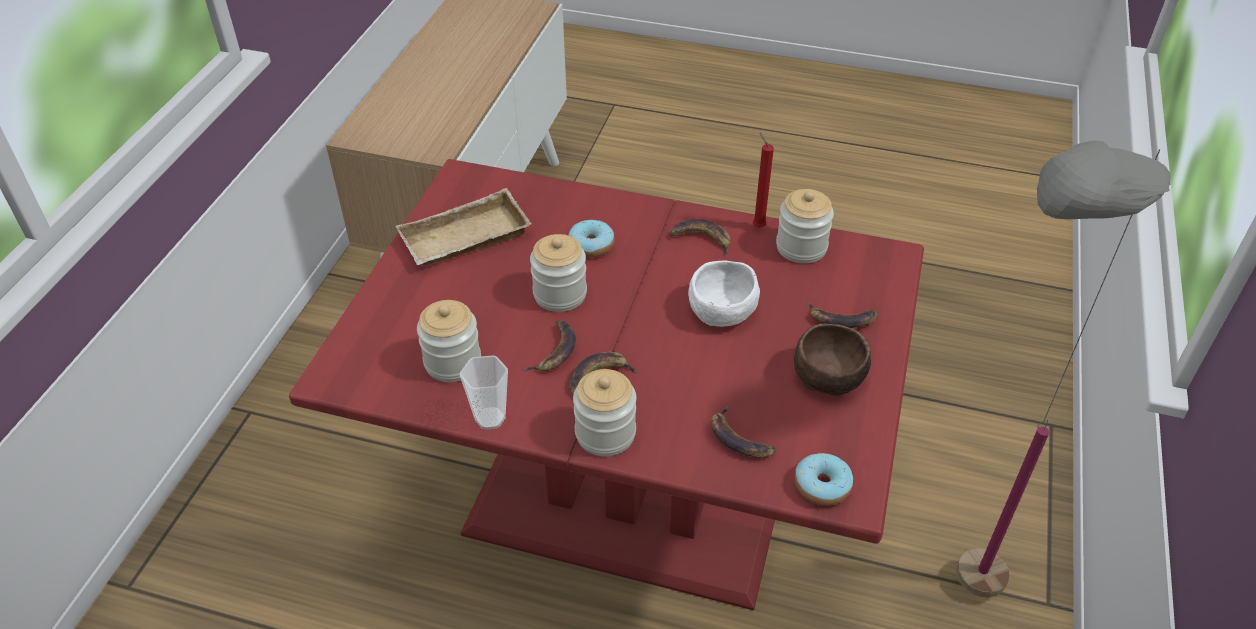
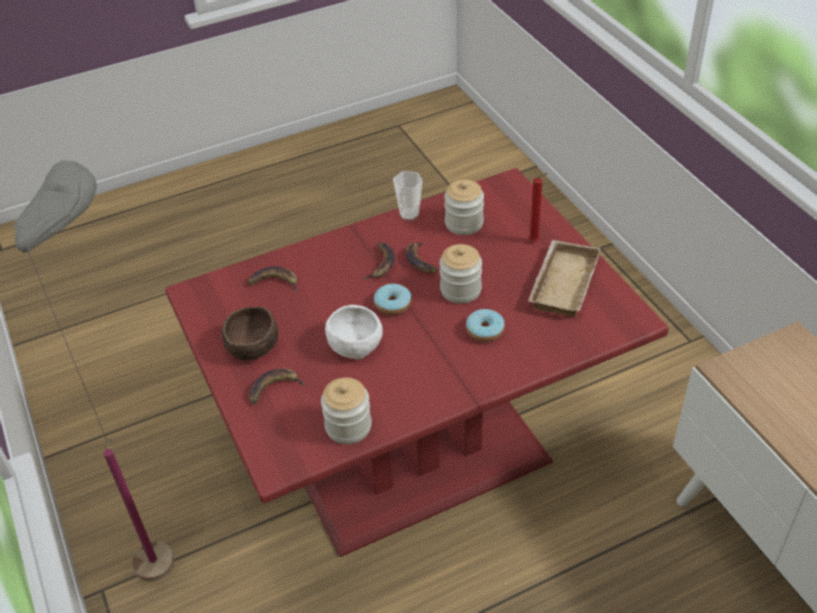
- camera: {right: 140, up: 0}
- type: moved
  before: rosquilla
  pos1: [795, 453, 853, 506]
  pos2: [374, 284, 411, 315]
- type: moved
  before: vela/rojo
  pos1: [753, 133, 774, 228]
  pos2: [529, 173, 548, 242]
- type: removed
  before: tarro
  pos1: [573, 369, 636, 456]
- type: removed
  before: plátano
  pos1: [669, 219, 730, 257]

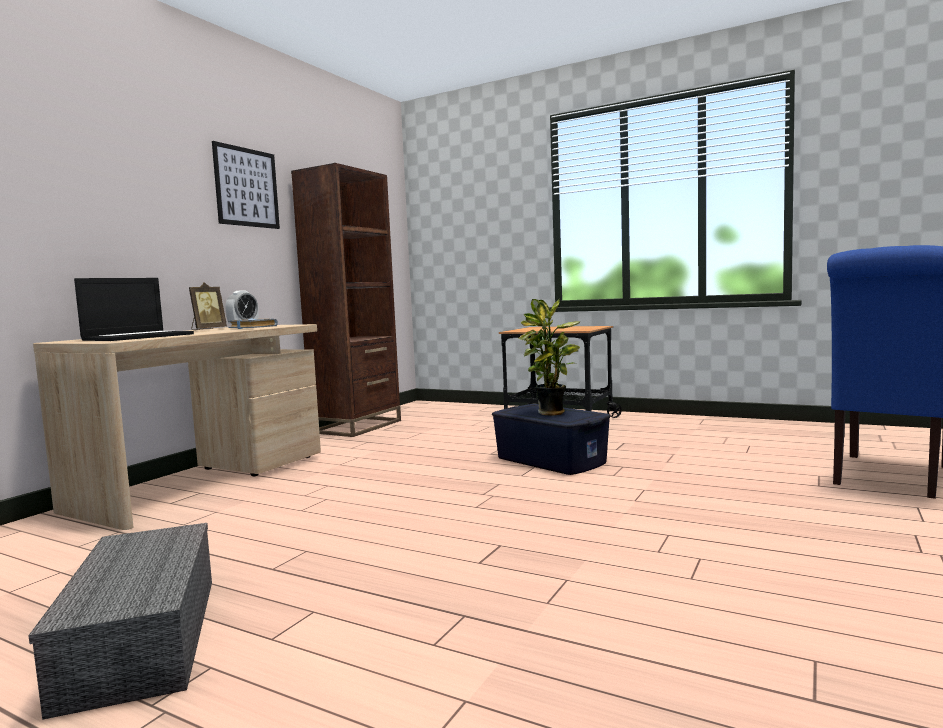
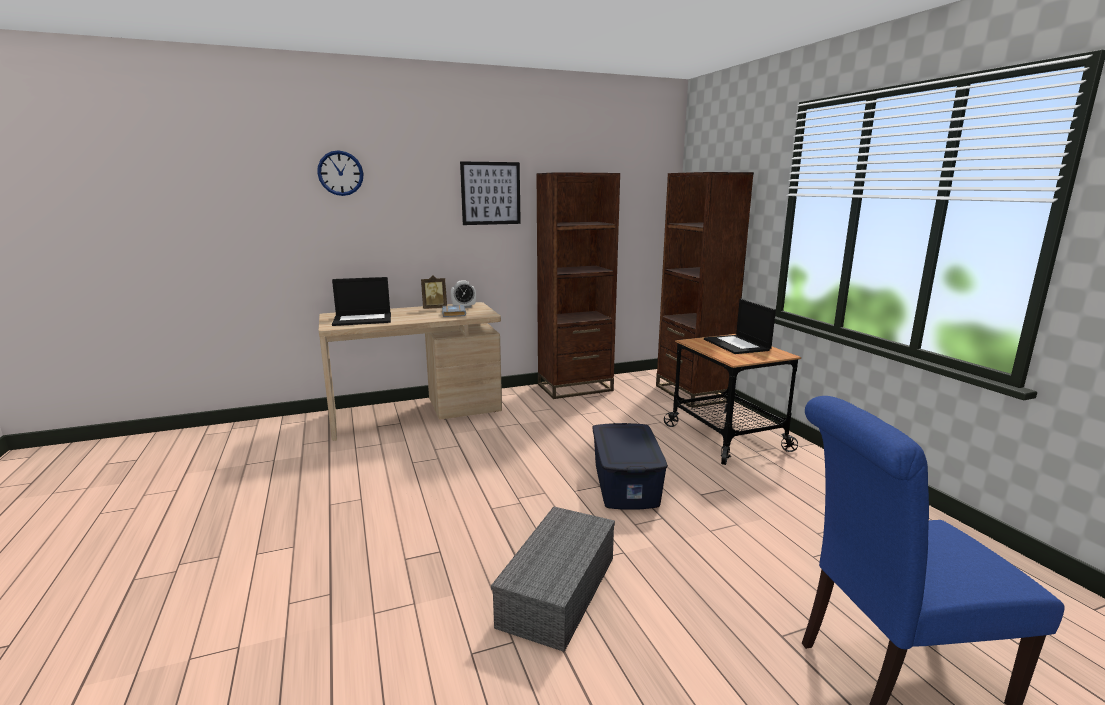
- camera: {right: 40, up: 10}
- type: added
  after: reloj de pared
  pos2: [317, 150, 364, 196]
- type: moved
  before: caja de almacenaje/gris
  pos1: [28, 523, 212, 720]
  pos2: [491, 506, 615, 652]
- type: added
  after: estantería/marrón
  pos2: [656, 172, 754, 408]
- type: added
  after: portátil
  pos2: [704, 299, 776, 354]
- type: removed
  before: planta en maceta
  pos1: [519, 299, 580, 416]

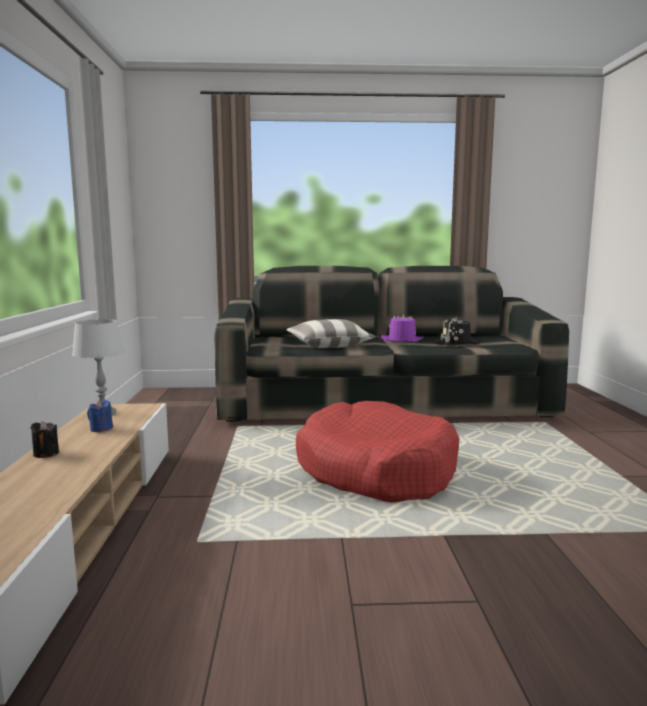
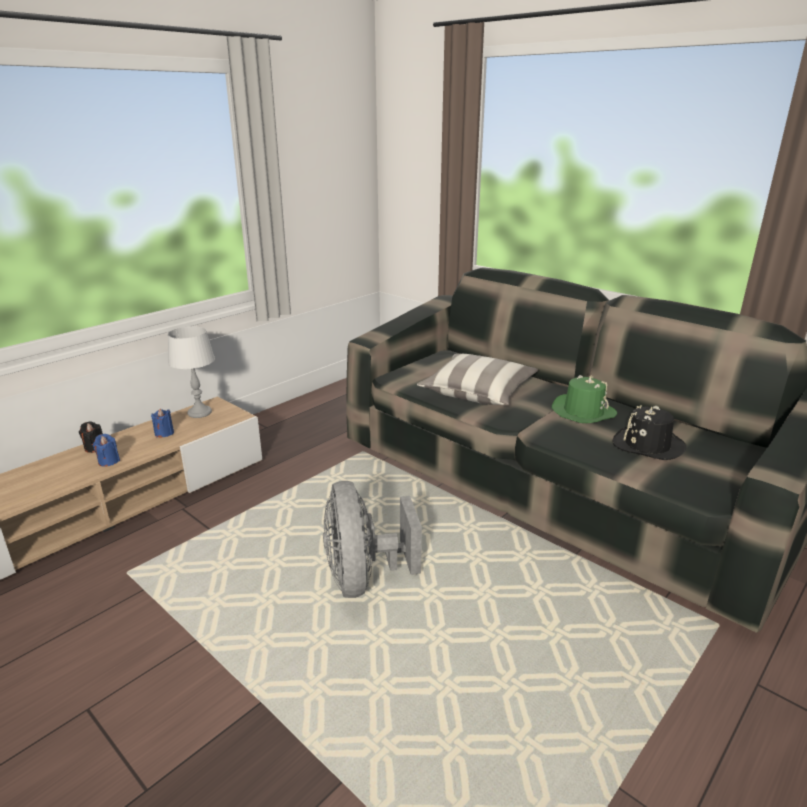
- camera: {right: 45, up: 15}
- type: added
  after: vela/azul
  pos2: [93, 434, 120, 467]
- type: replaced
  before: cama para perro/rojo
  after: ventilador/gris
  pos1: [296, 401, 460, 502]
  pos2: [323, 481, 422, 598]
- type: recoloured
  before: sombrero/morado
  after: sombrero/verde
  pos1: [381, 314, 423, 342]
  pos2: [552, 375, 617, 423]

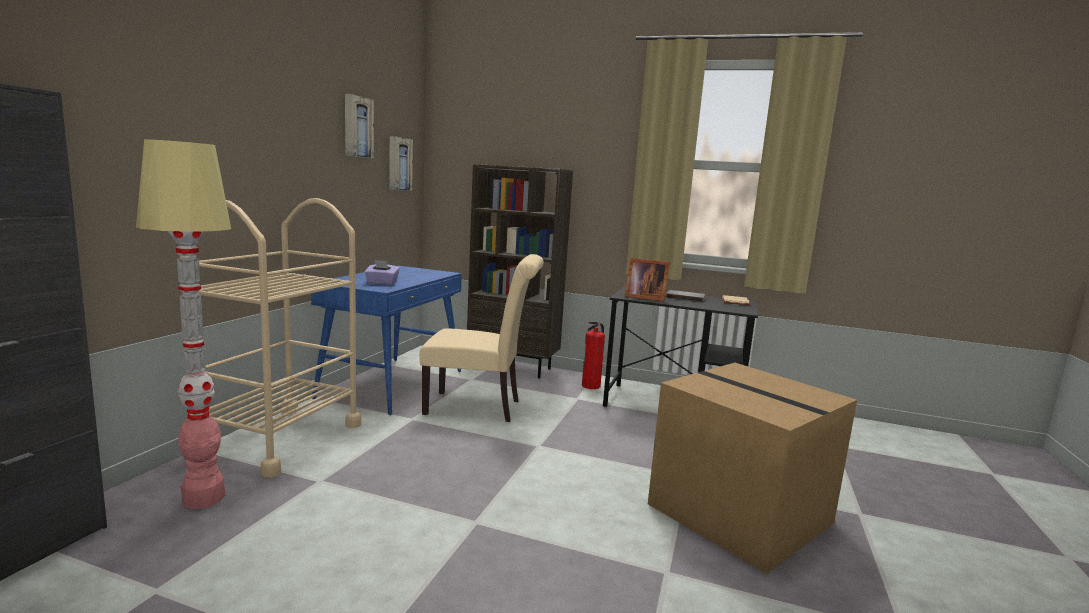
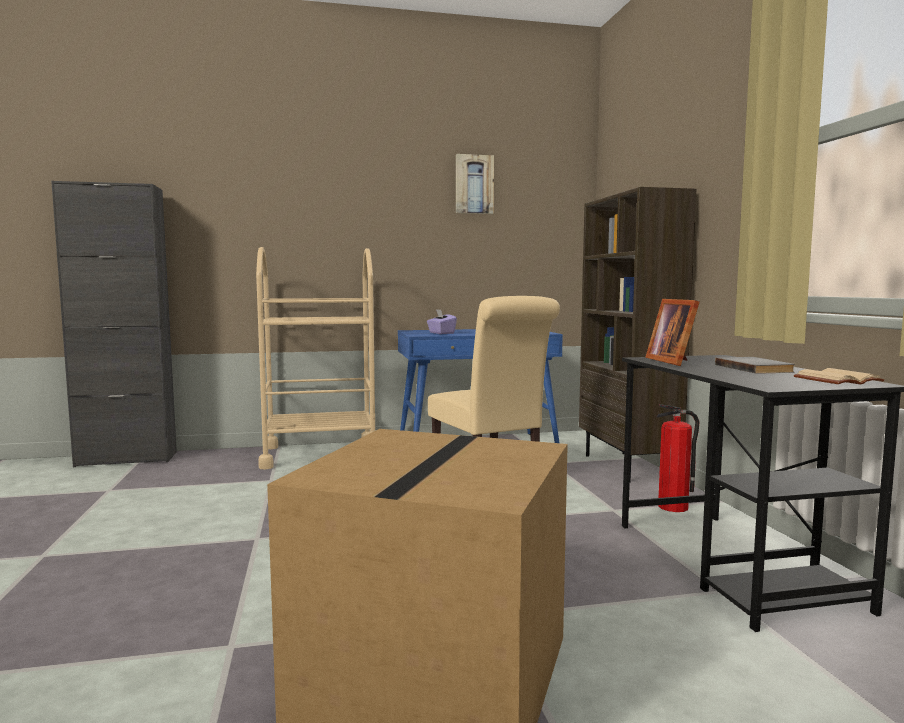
- camera: {right: 60, up: -5}
- type: removed
  before: lámpara de pie
  pos1: [136, 139, 231, 509]
- type: removed
  before: cuadro
  pos1: [389, 136, 413, 190]

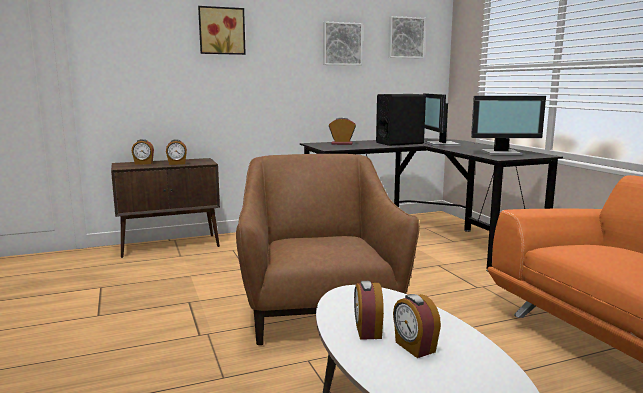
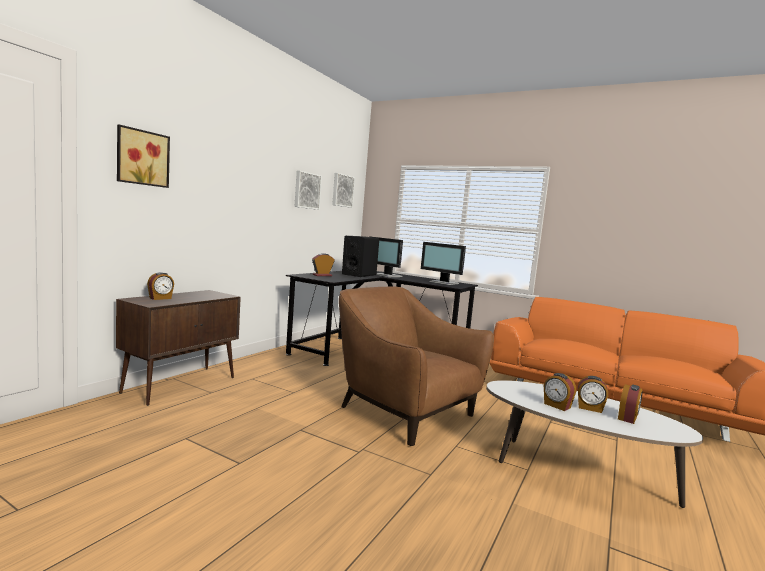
- camera: {right: -40, up: -5}
- type: moved
  before: cuadro
  pos1: [198, 6, 246, 55]
  pos2: [117, 124, 170, 188]
- type: turned
  before: monitor
  pos1: [471, 96, 546, 155]
  pos2: [421, 242, 466, 285]
  turn: 75
- type: moved
  before: despertador
  pos1: [166, 139, 187, 165]
  pos2: [618, 384, 643, 424]

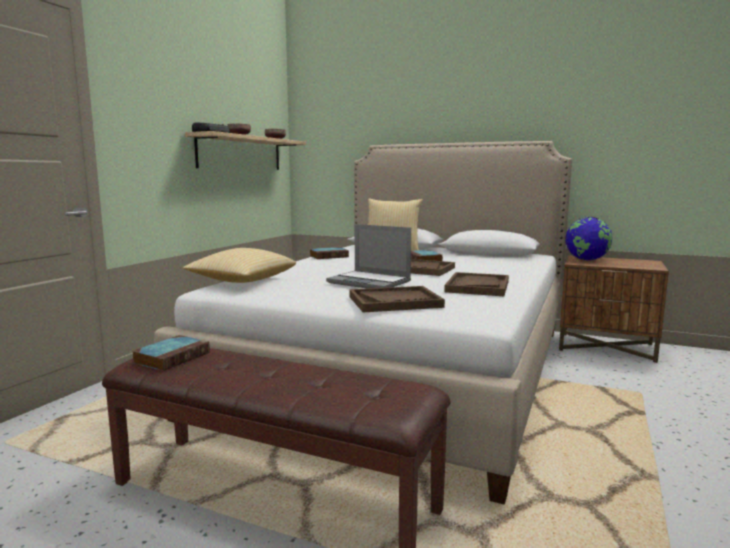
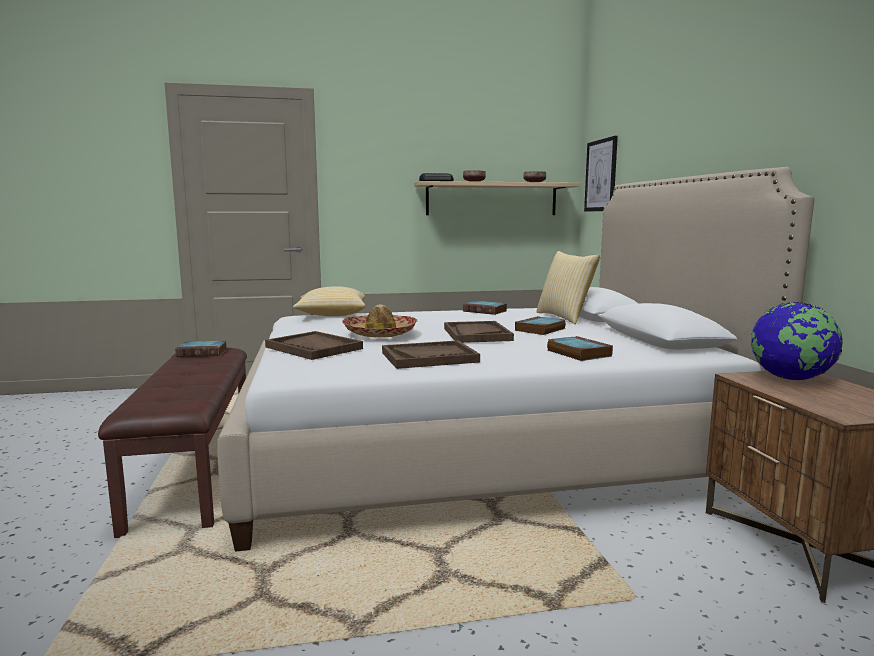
- camera: {right: 55, up: 0}
- type: replaced
  before: portátil
  after: sombrero
  pos1: [326, 224, 411, 289]
  pos2: [342, 304, 417, 338]
- type: added
  after: libro
  pos2: [547, 336, 613, 361]
- type: added
  after: cuadro
  pos2: [584, 136, 618, 212]

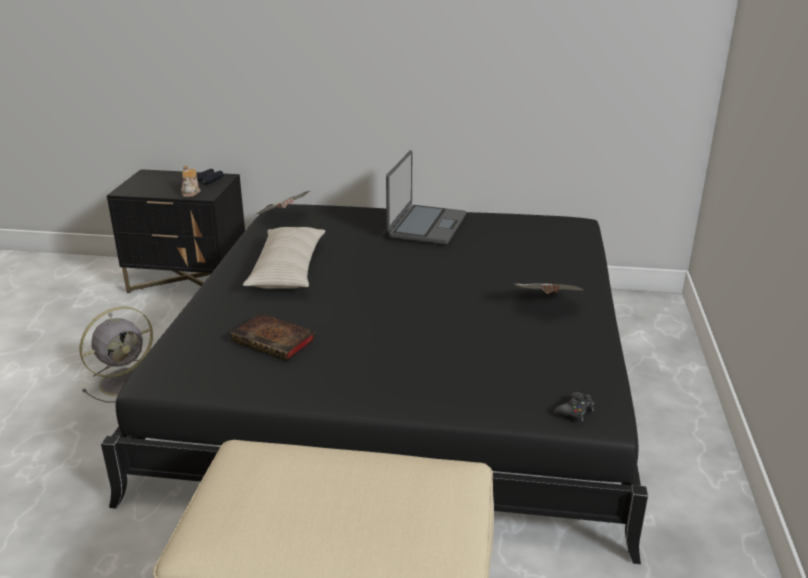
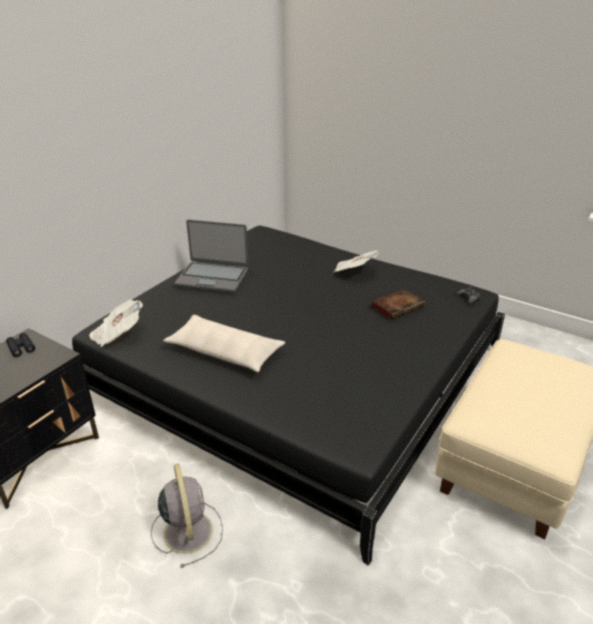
- camera: {right: -65, up: 5}
- type: turned
  before: portátil
  pos1: [386, 150, 466, 244]
  pos2: [174, 220, 248, 293]
  turn: 150
- type: moved
  before: libro
  pos1: [230, 313, 316, 361]
  pos2: [371, 289, 425, 320]
- type: removed
  before: tetera
  pos1: [181, 165, 201, 197]

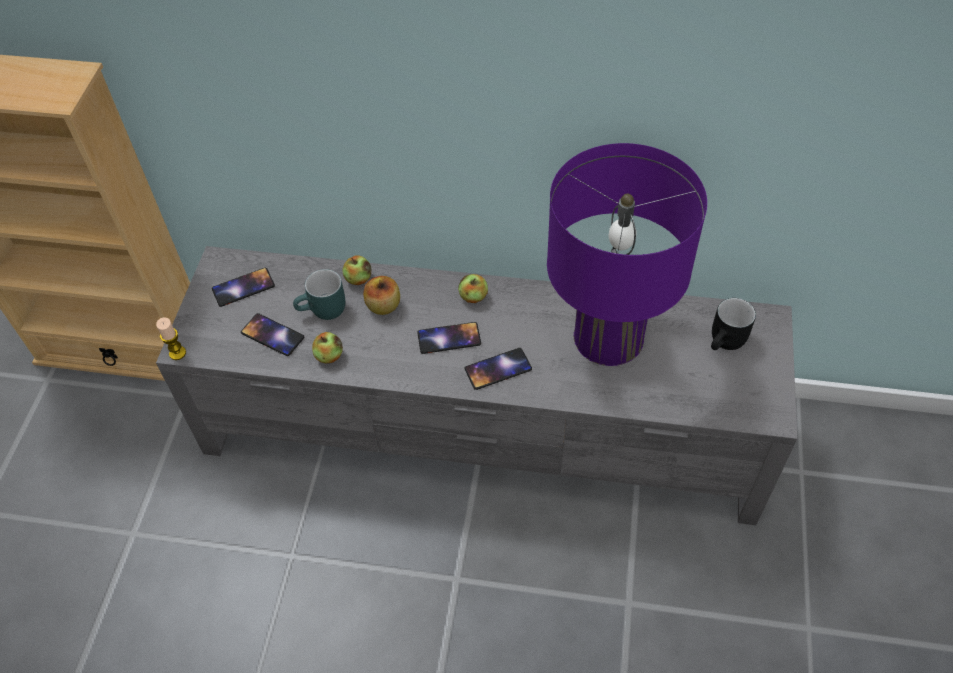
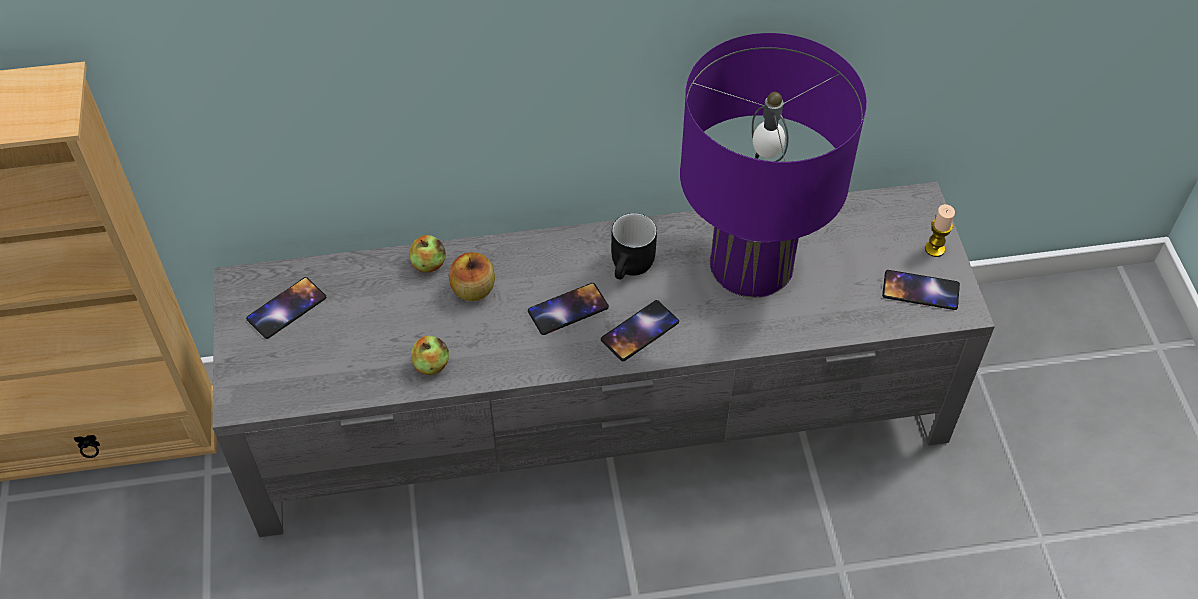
- camera: {right: -20, up: 0}
- type: moved
  before: taza grande/negro
  pos1: [711, 298, 756, 350]
  pos2: [611, 213, 657, 280]
- type: moved
  before: móvil
  pos1: [241, 313, 304, 356]
  pos2: [882, 270, 960, 310]
- type: moved
  before: vela
  pos1: [156, 317, 186, 360]
  pos2: [925, 204, 955, 257]
- type: removed
  before: taza grande/turquesa
  pos1: [293, 269, 345, 320]
- type: removed
  before: manzana
  pos1: [458, 274, 488, 303]

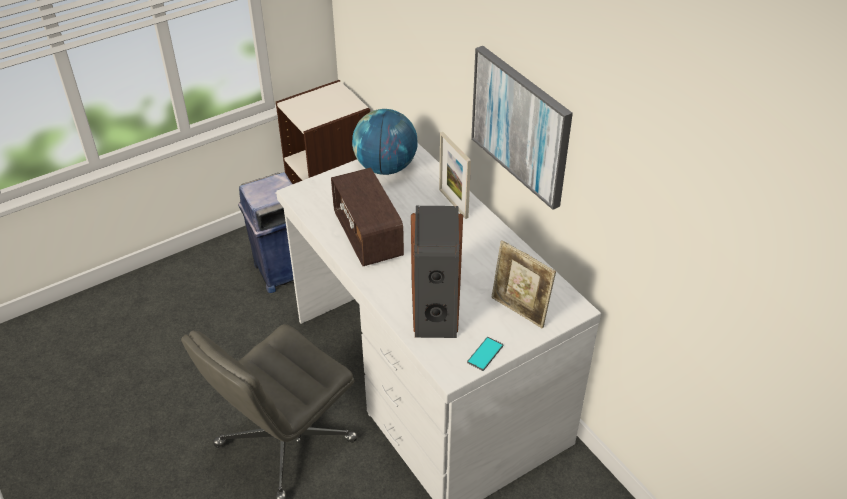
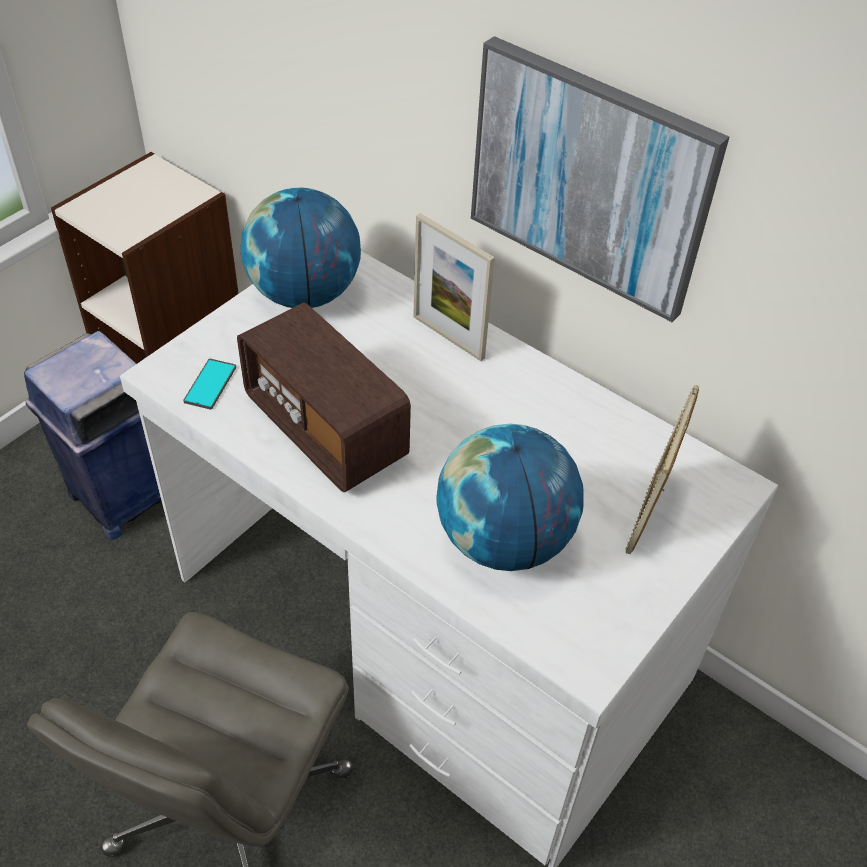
- camera: {right: -20, up: 5}
- type: moved
  before: móvil
  pos1: [467, 337, 503, 371]
  pos2: [183, 359, 236, 410]
- type: replaced
  before: altavoz
  after: globo terráqueo
  pos1: [411, 206, 463, 338]
  pos2: [436, 424, 584, 571]
- type: turned
  before: portarretratos
  pos1: [492, 240, 556, 329]
  pos2: [626, 385, 699, 554]
  turn: 90

